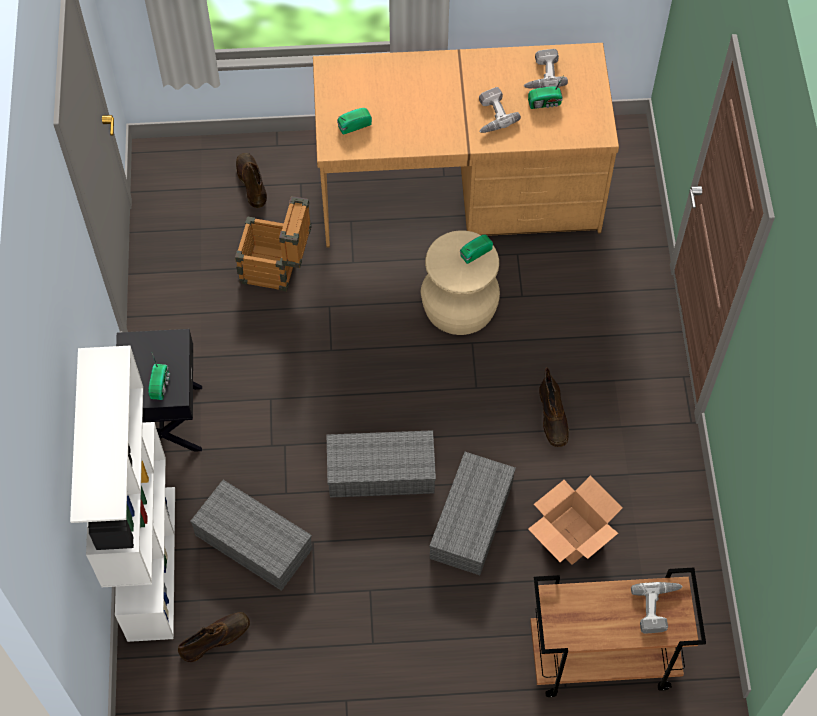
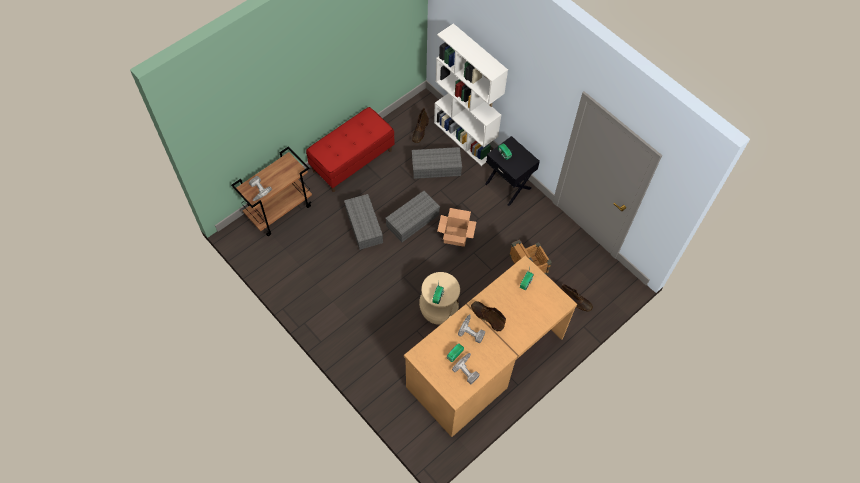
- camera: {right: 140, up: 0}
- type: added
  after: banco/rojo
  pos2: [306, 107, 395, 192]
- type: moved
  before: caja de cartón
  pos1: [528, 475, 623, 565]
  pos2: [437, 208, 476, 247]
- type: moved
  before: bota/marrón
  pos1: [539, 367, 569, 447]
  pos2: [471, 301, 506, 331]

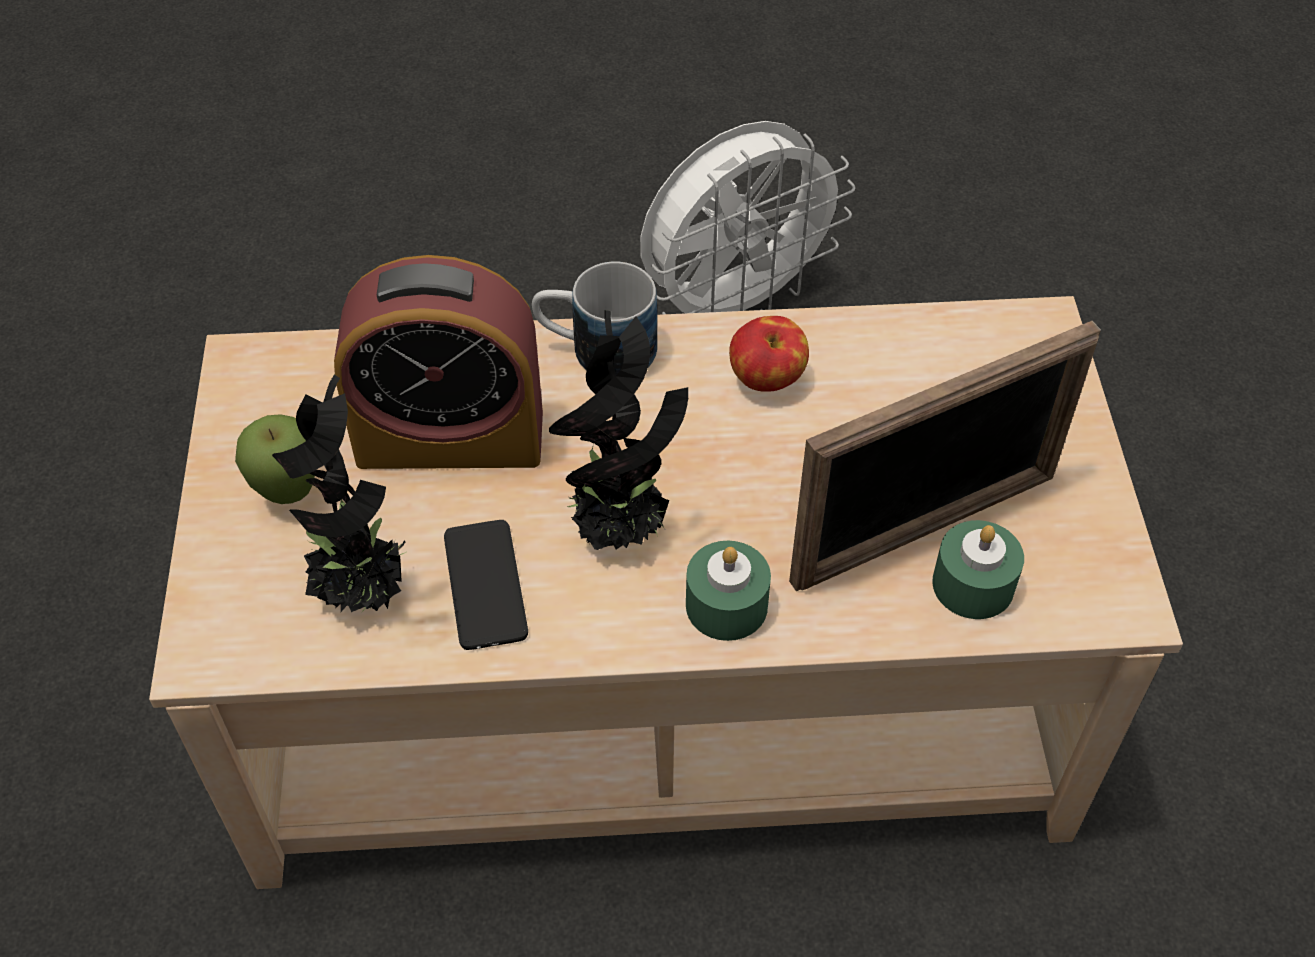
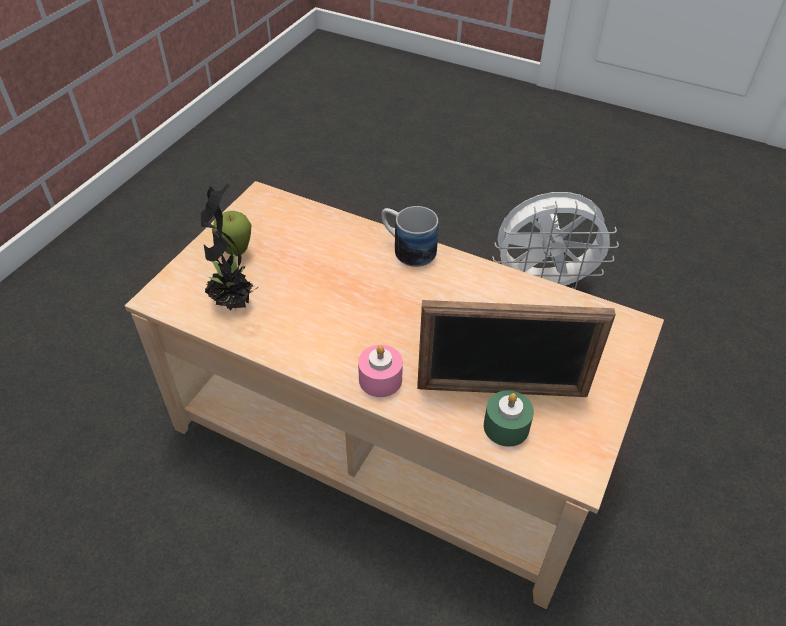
- camera: {right: 30, up: -5}
- type: recoloured
  before: vela/verde
  after: vela/rosa
  pos1: [686, 541, 771, 641]
  pos2: [358, 345, 403, 397]
- type: removed
  before: despertador
  pos1: [334, 255, 543, 469]
- type: removed
  before: móvil
  pos1: [444, 520, 528, 650]
- type: removed
  before: planta en maceta
  pos1: [549, 310, 688, 550]
- type: removed
  before: manzana
  pos1: [729, 316, 809, 392]

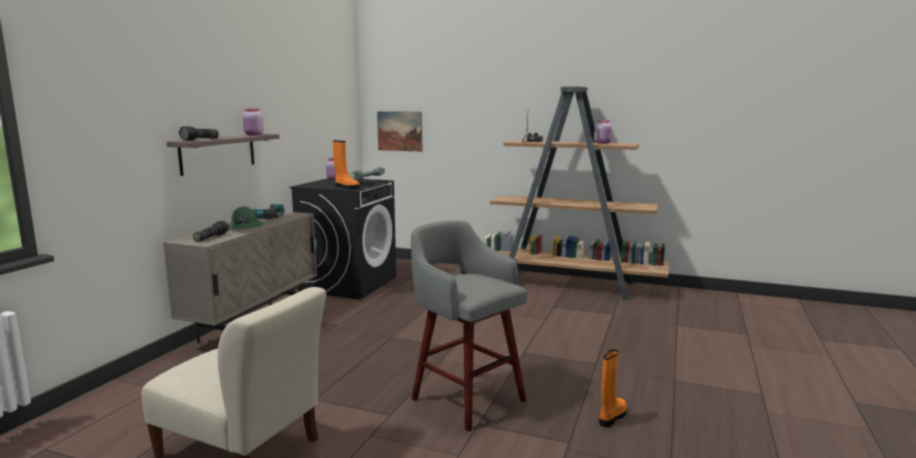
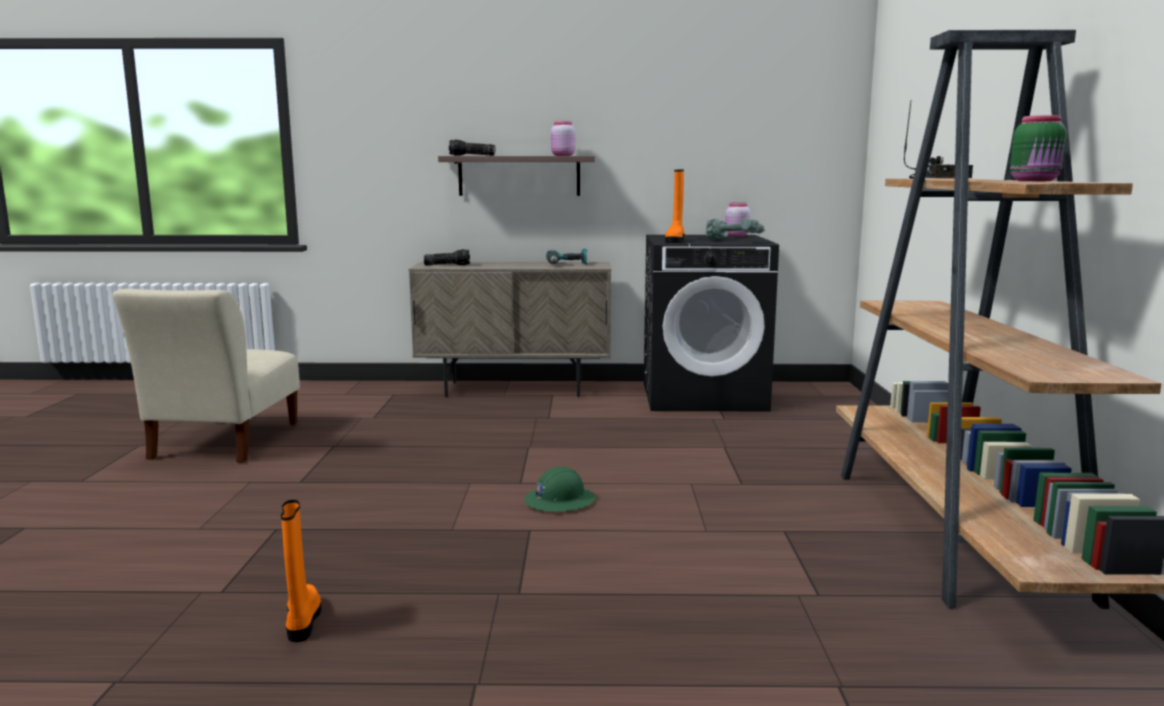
- camera: {right: 70, up: 0}
- type: turned
  before: bota/naranja
  pos1: [599, 349, 627, 427]
  pos2: [281, 500, 322, 642]
  turn: -120
- type: moved
  before: casco/verde
  pos1: [228, 206, 264, 229]
  pos2: [524, 467, 595, 512]
- type: recoloured
  before: tarro/rosa
  after: tarro/verde
  pos1: [594, 120, 612, 144]
  pos2: [1010, 115, 1067, 181]
- type: removed
  before: cuadro
  pos1: [377, 111, 422, 152]
- type: removed
  before: taburete/gris
  pos1: [411, 221, 527, 432]

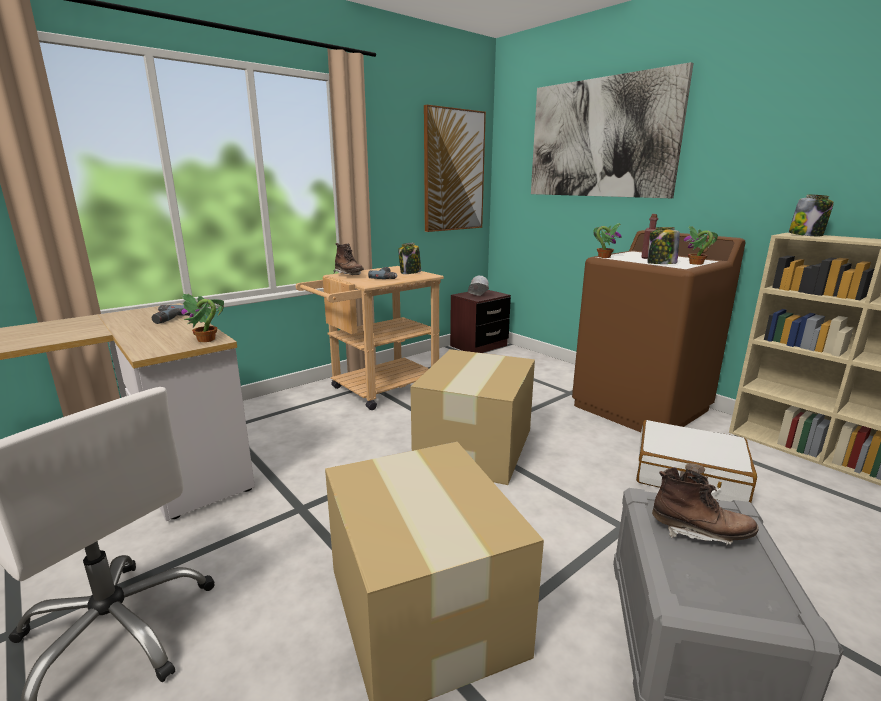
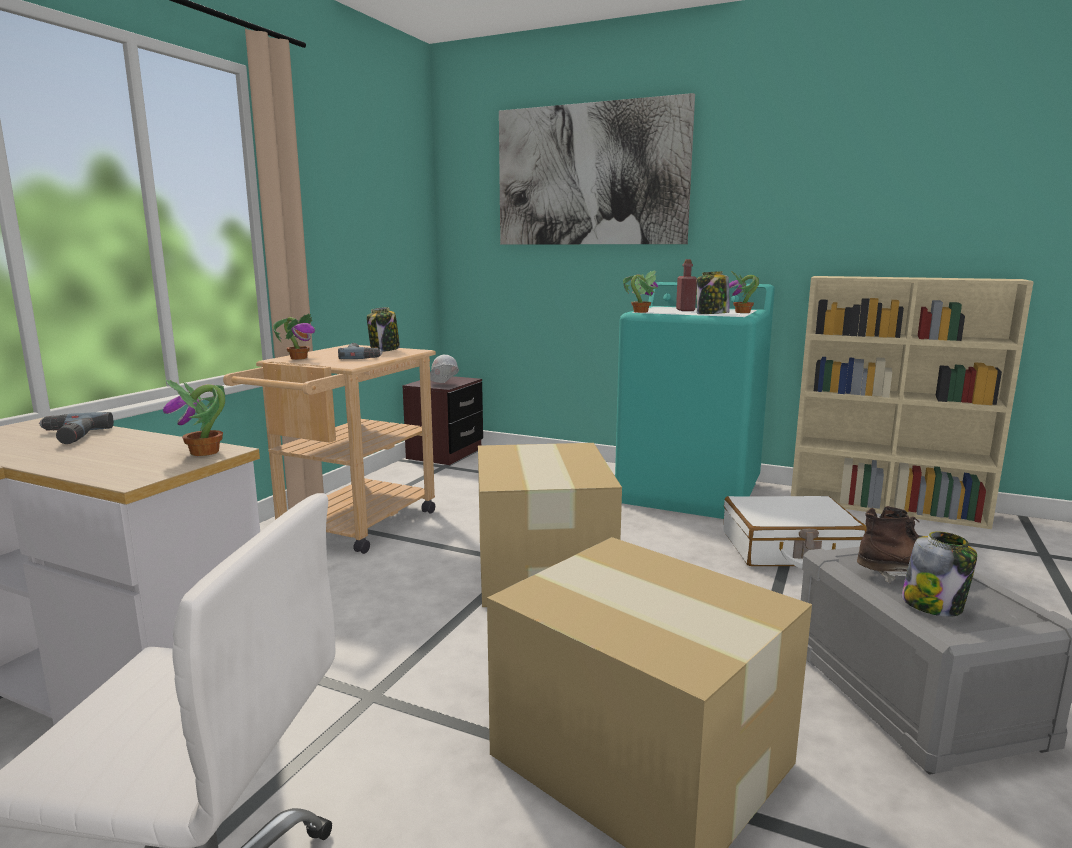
- camera: {right: -25, up: -5}
- type: replaced
  before: bota/marrón
  after: planta en maceta
  pos1: [333, 243, 364, 275]
  pos2: [273, 314, 315, 360]
- type: recoloured
  before: lavadora/marrón
  after: lavadora/turquesa
  pos1: [572, 230, 745, 432]
  pos2: [615, 282, 775, 519]
- type: moved
  before: tarro
  pos1: [789, 194, 834, 236]
  pos2: [901, 531, 977, 617]
- type: removed
  before: cuadro
  pos1: [424, 105, 486, 232]

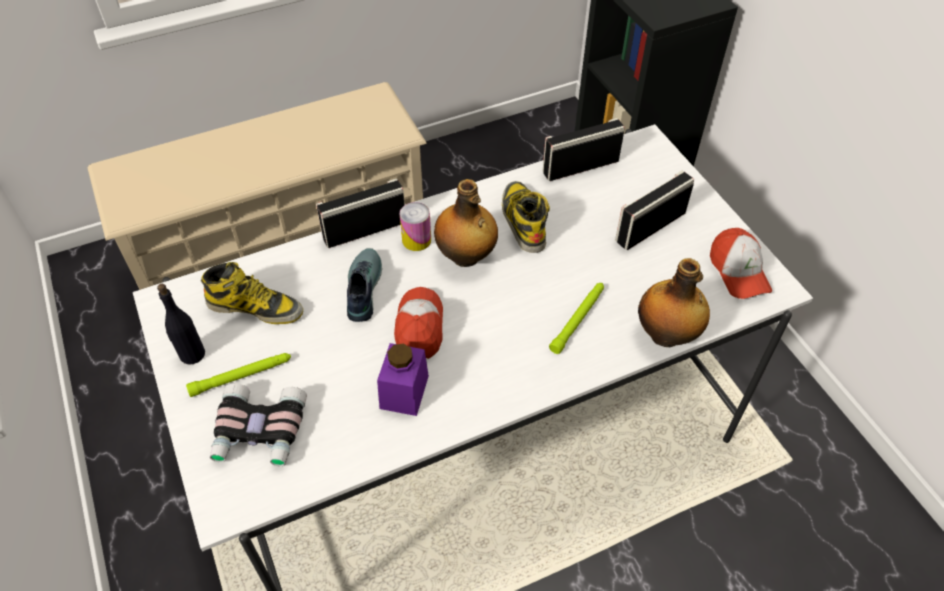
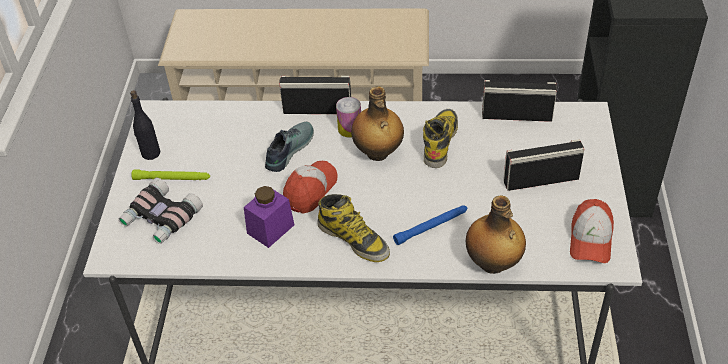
- camera: {right: 30, up: -5}
- type: moved
  before: bota
  pos1: [201, 262, 303, 324]
  pos2: [317, 194, 390, 262]
- type: recoloured
  before: linterna/verde
  after: linterna/azul
  pos1: [549, 283, 604, 354]
  pos2: [393, 205, 467, 245]

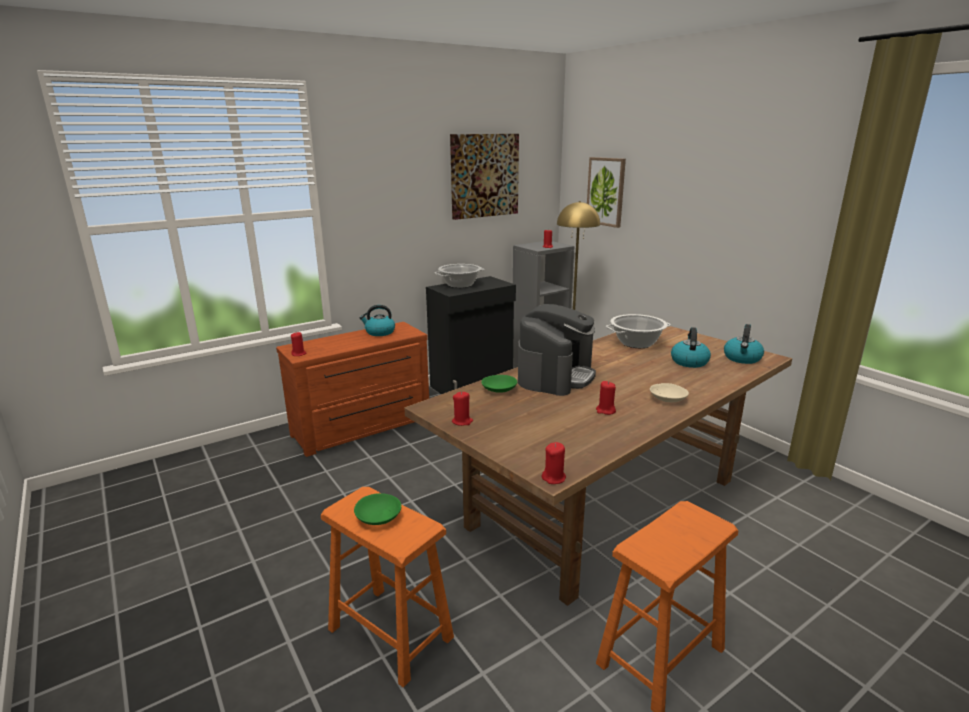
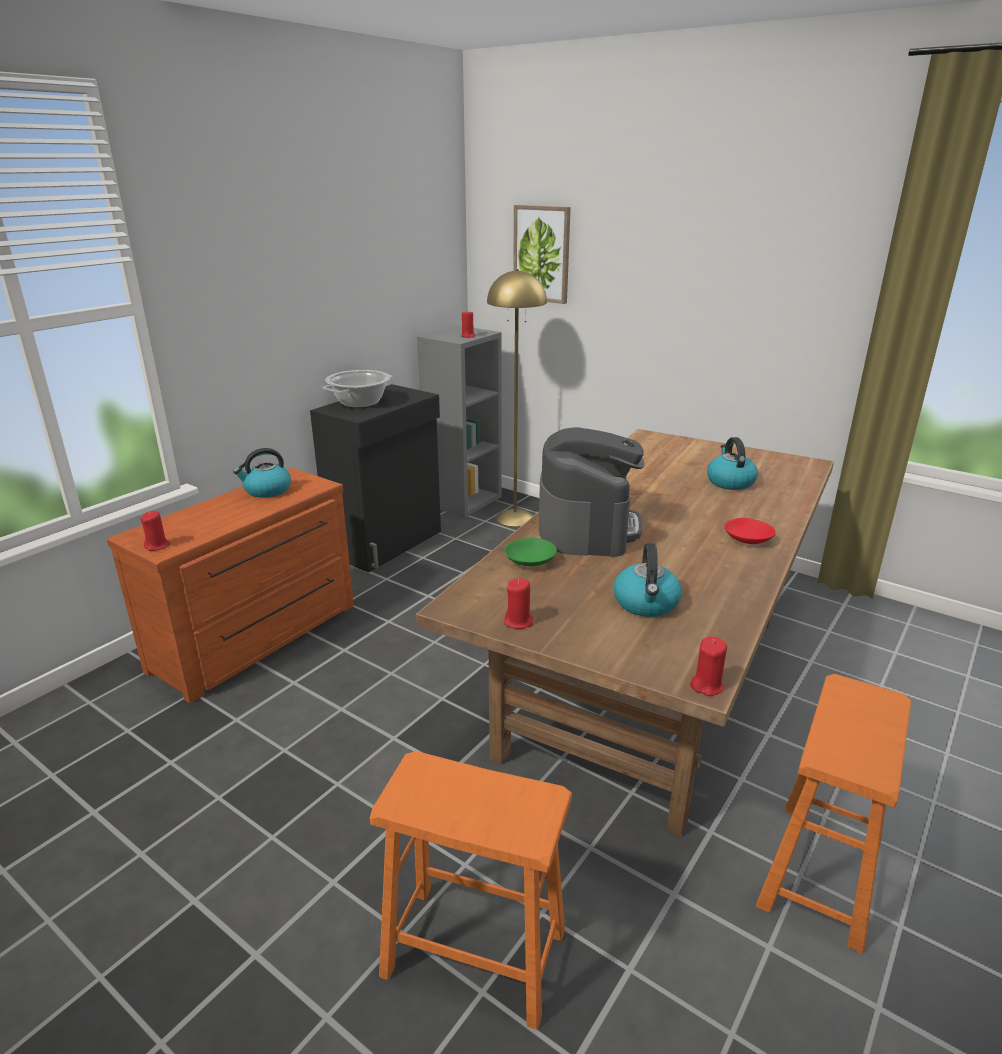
- camera: {right: -20, up: 5}
- type: moved
  before: hervidor
  pos1: [724, 324, 764, 364]
  pos2: [613, 543, 682, 617]
- type: recoloured
  before: cuenco/beis
  after: cuenco/rojo
  pos1: [650, 383, 689, 403]
  pos2: [724, 518, 776, 544]
- type: removed
  before: cuenco/verde
  pos1: [354, 493, 401, 525]
- type: removed
  before: cuadro
  pos1: [450, 134, 519, 220]
- type: removed
  before: vela/rojo
  pos1: [596, 381, 616, 415]
- type: removed
  before: olla
  pos1: [606, 314, 671, 348]

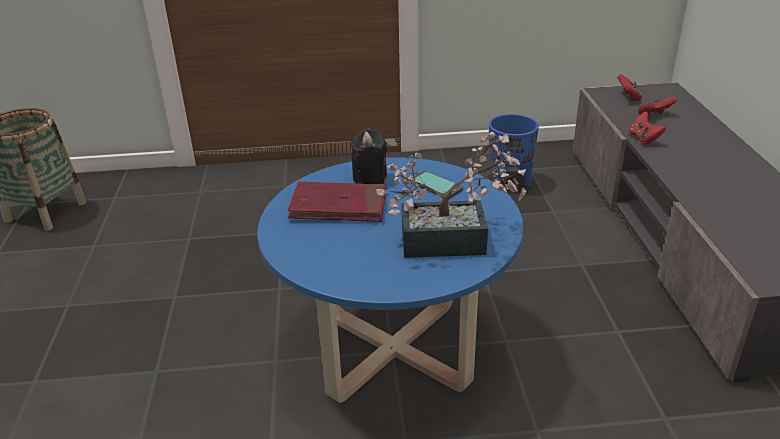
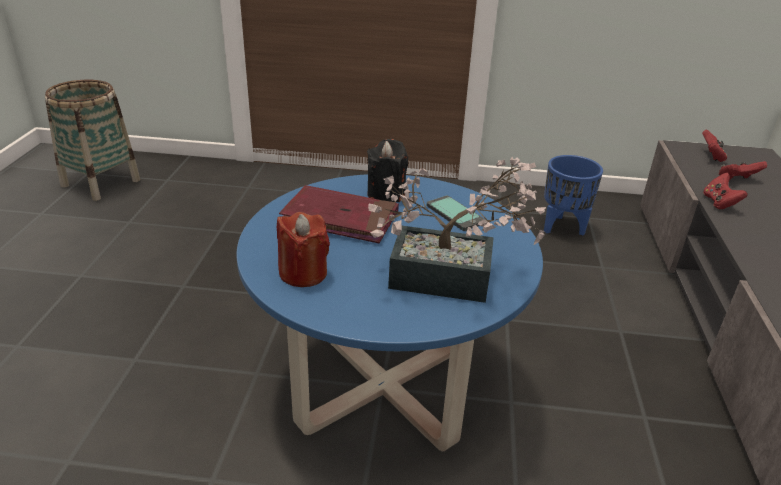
- camera: {right: 10, up: 0}
- type: added
  after: vela/rojo
  pos2: [277, 212, 330, 287]

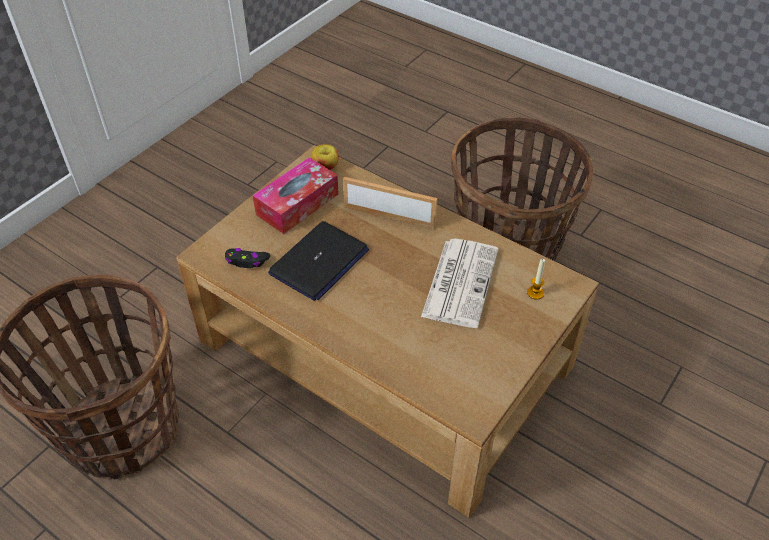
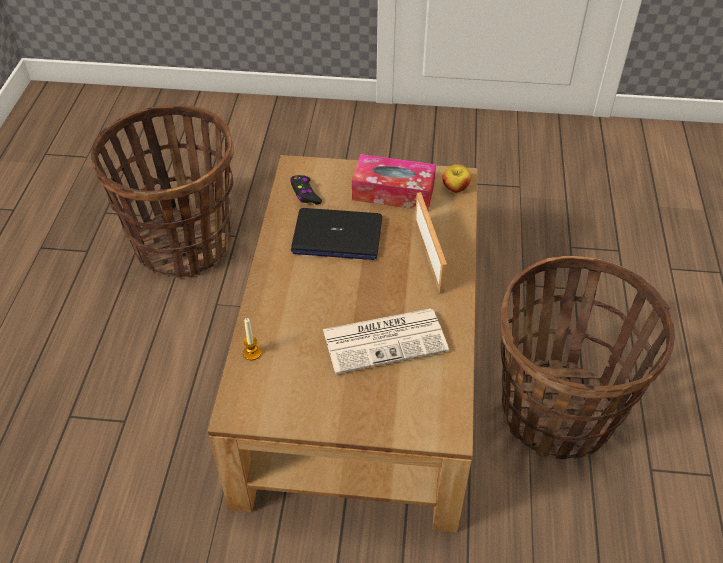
- camera: {right: 60, up: 0}
- type: moved
  before: vela
  pos1: [527, 259, 545, 300]
  pos2: [243, 318, 261, 360]

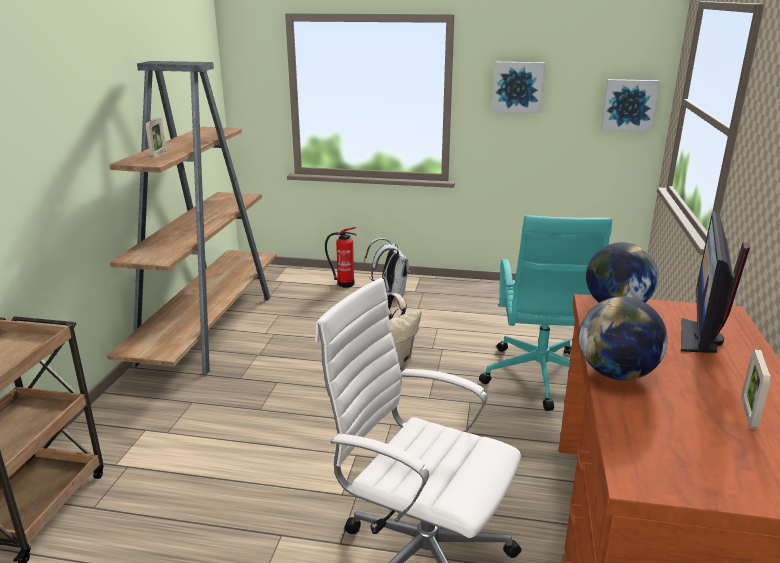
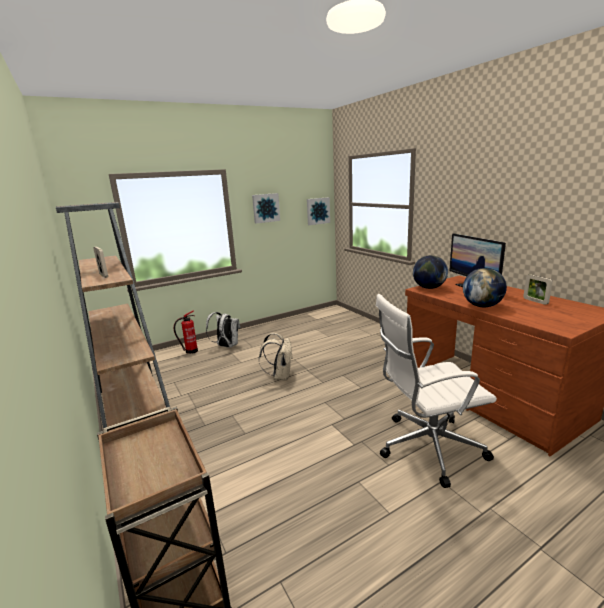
- camera: {right: -40, up: -5}
- type: removed
  before: silla de oficina/turquesa
  pos1: [479, 215, 612, 411]

